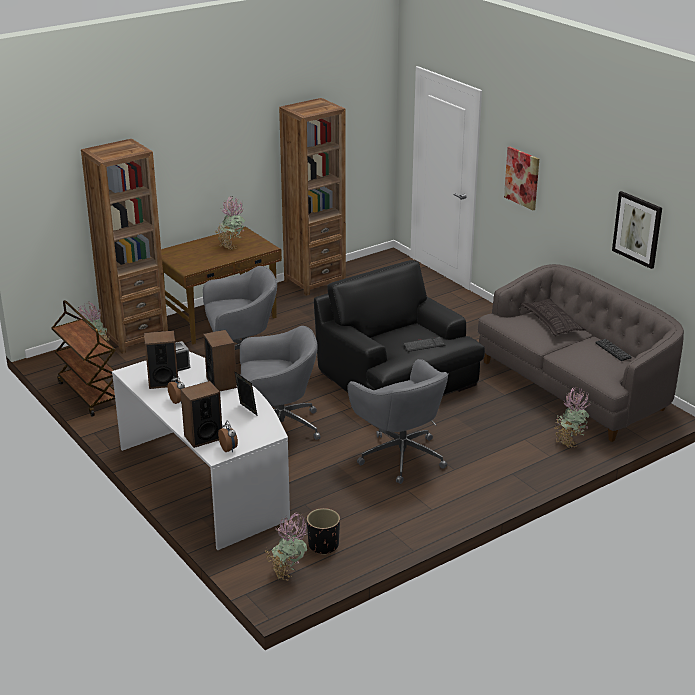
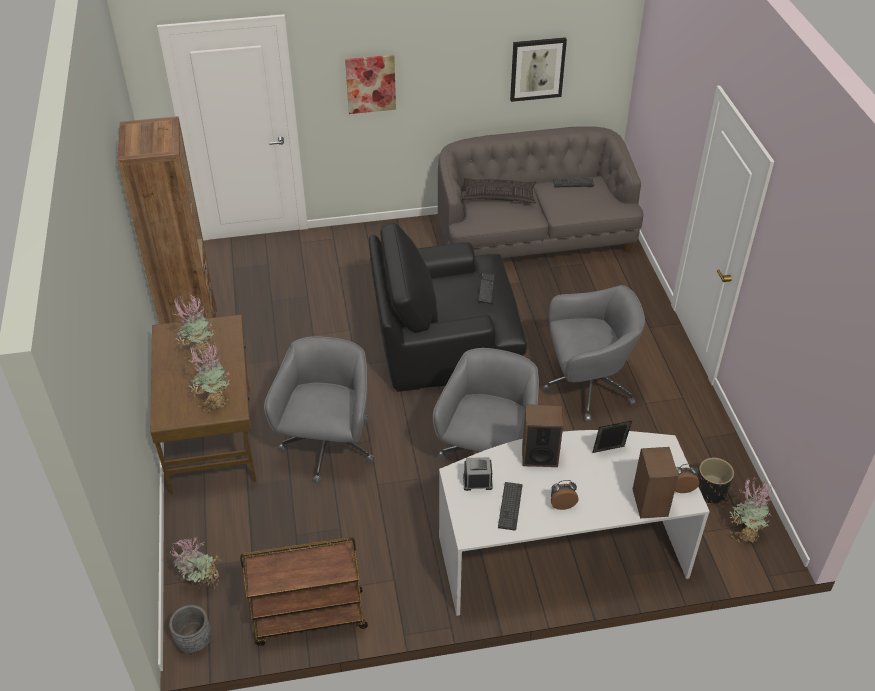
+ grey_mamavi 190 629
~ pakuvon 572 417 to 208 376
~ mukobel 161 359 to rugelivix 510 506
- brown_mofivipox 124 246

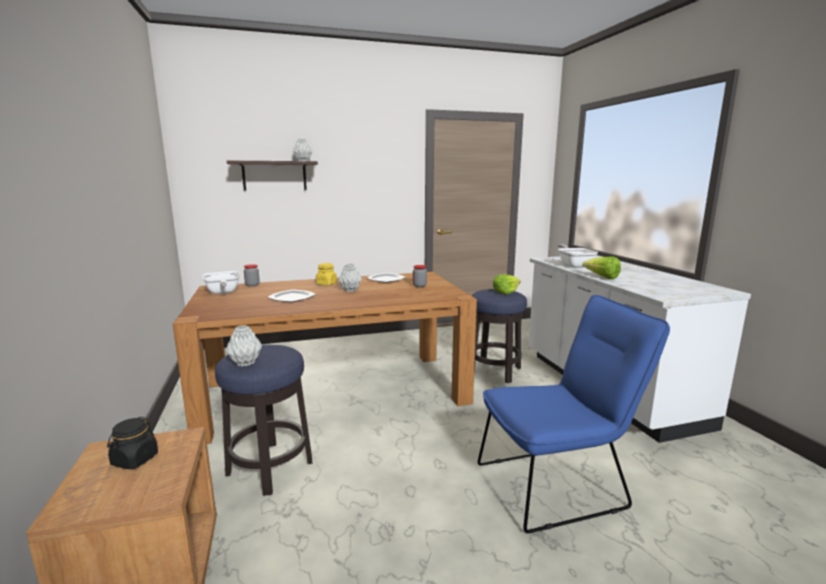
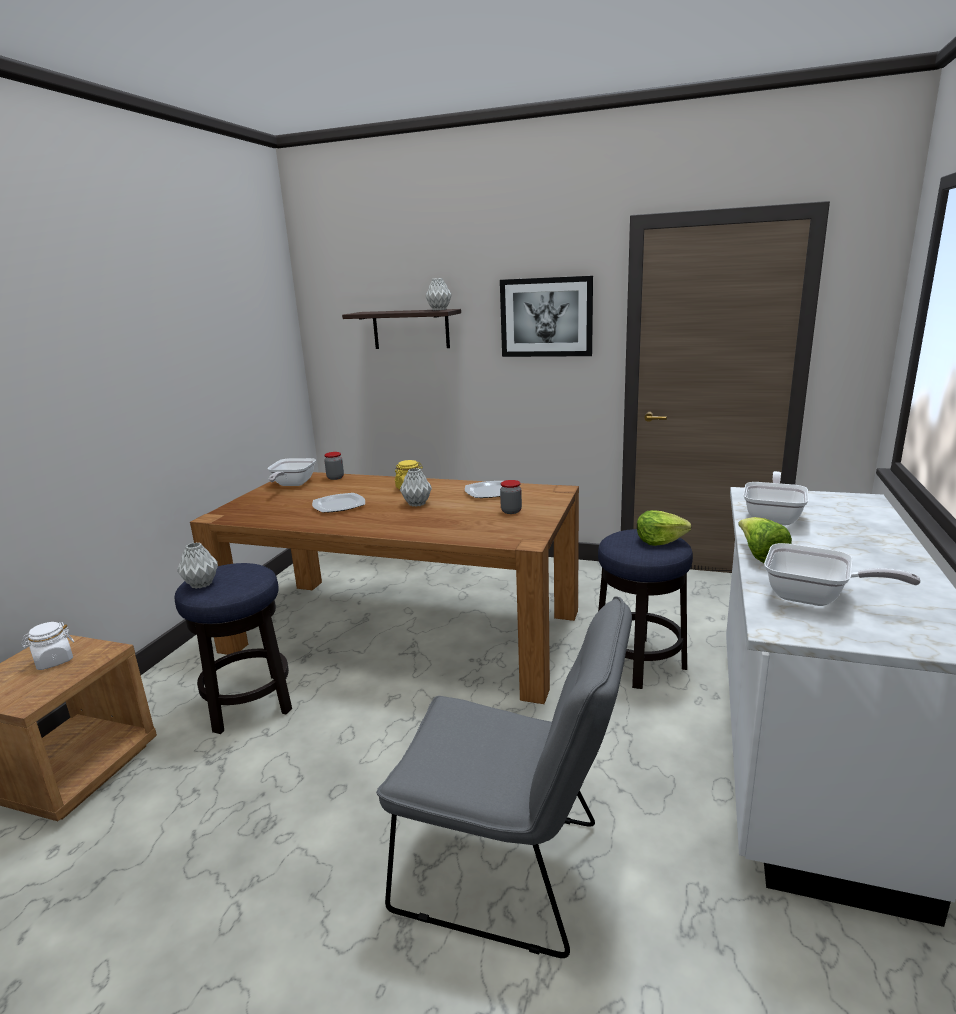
~ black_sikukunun 132 443 to white_sikukunun 47 646
~ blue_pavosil 574 414 to grey_pavosil 504 777
+ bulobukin 546 316
+ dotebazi 842 574

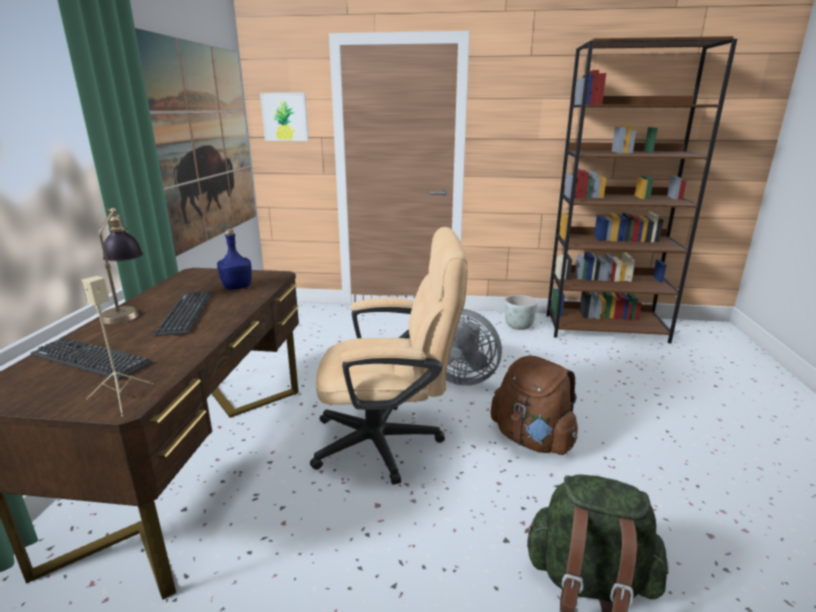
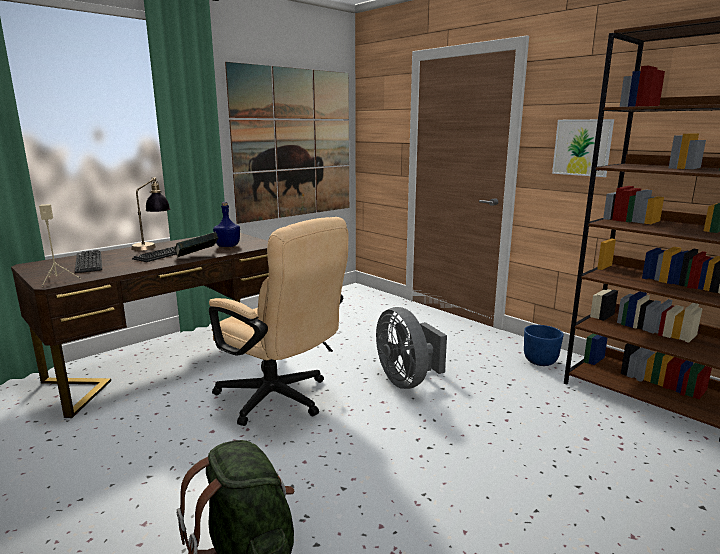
+ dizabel 196 245
~ grey_mamavi 521 312 to blue_mamavi 544 345
~ bulobukin 284 117 to 583 148
- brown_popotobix 534 405

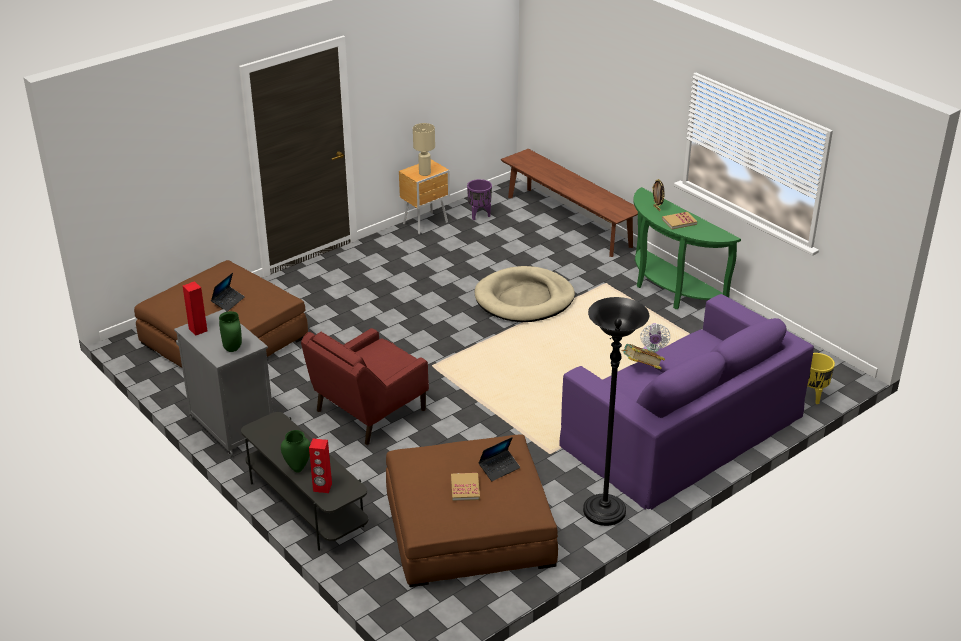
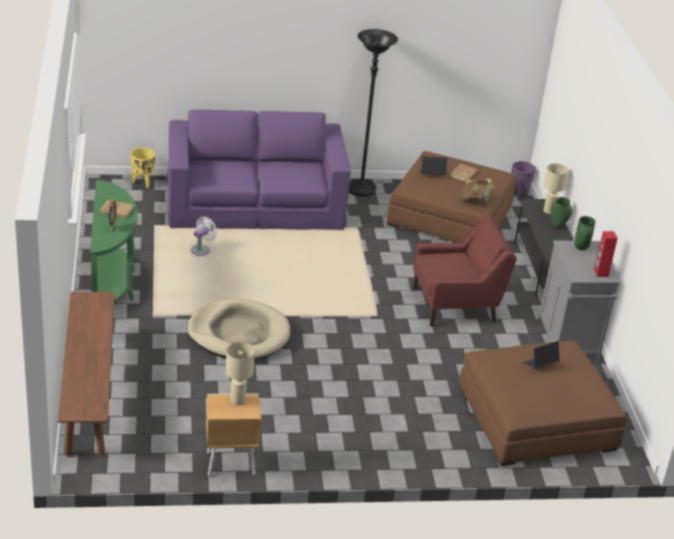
~ dizabel 643 356 to 478 190
~ purple_mamavi 479 199 to 523 180
~ red_mukobel 320 465 to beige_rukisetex 556 188

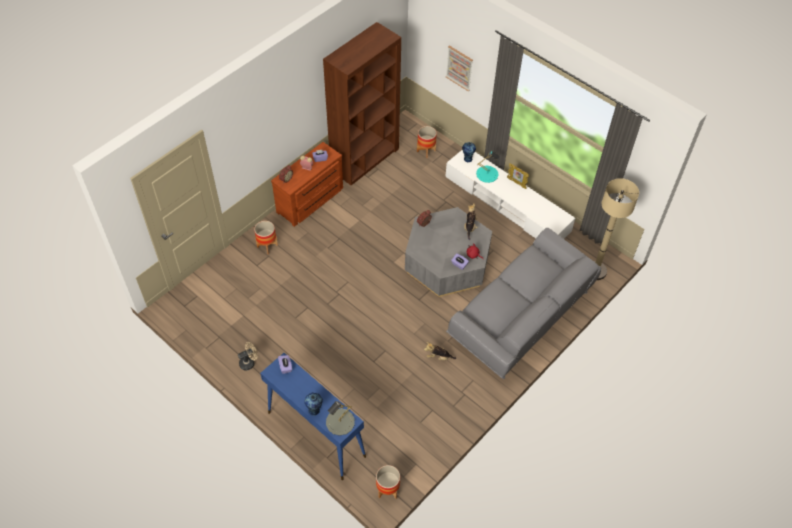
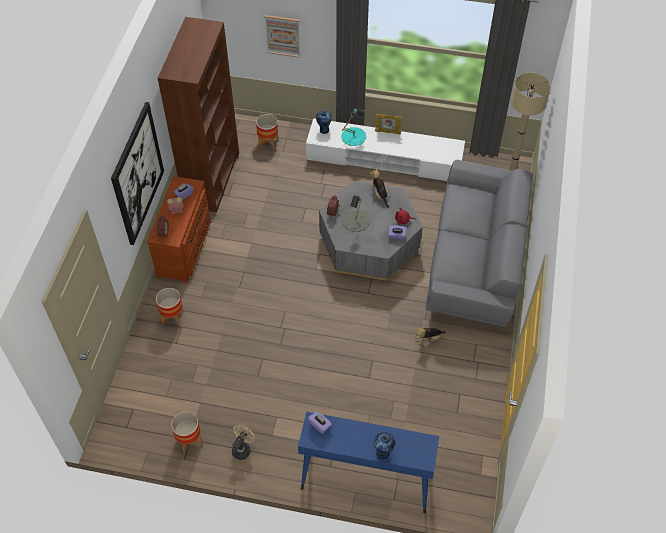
+ bulobukin 137 173
~ mamavi 388 482 to 187 432
~ grey_rukisetex 340 418 to 356 213

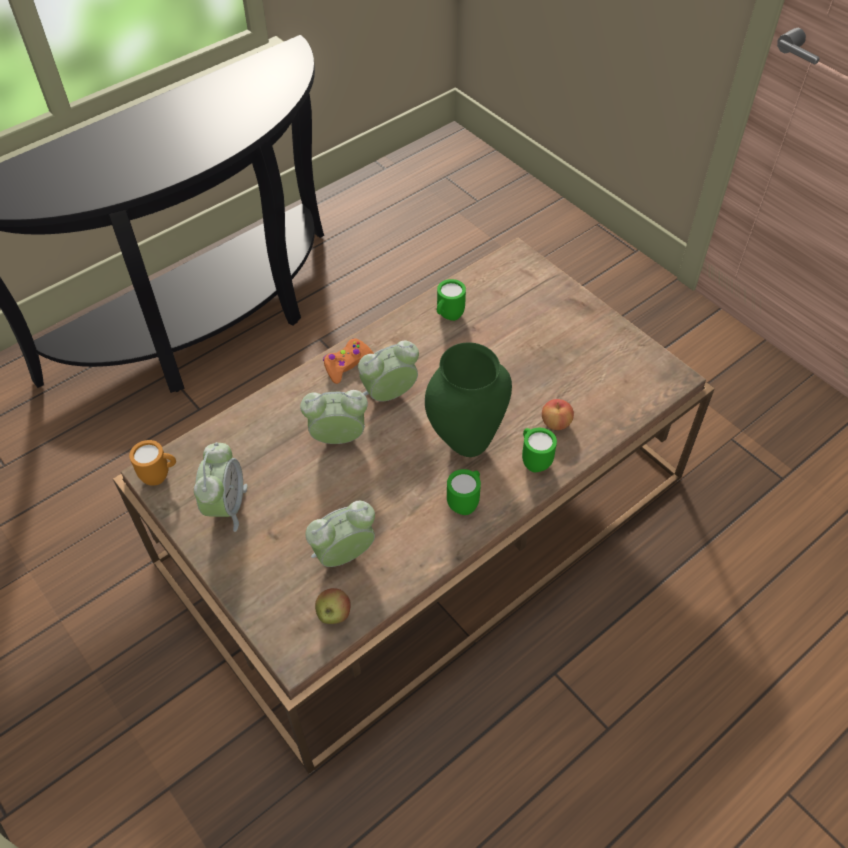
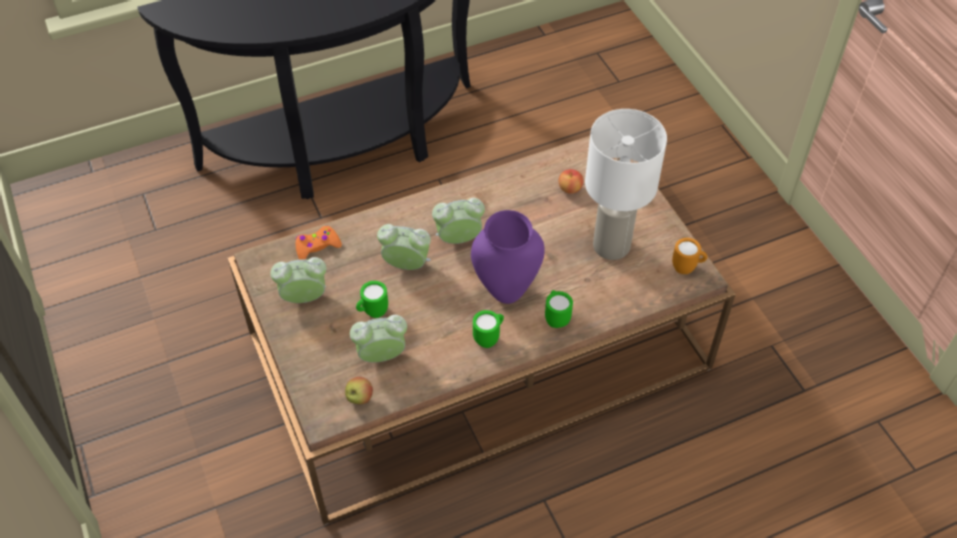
~ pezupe 221 487 = 298 280 120 degrees counterclockwise
~ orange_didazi 348 361 to 319 243
~ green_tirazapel 451 300 to 372 299
~ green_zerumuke 468 399 to purple_zerumuke 508 257
~ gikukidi 558 414 to 571 181
+ white_rukisetex 626 184
~ orange_tirazapel 152 463 to 690 256

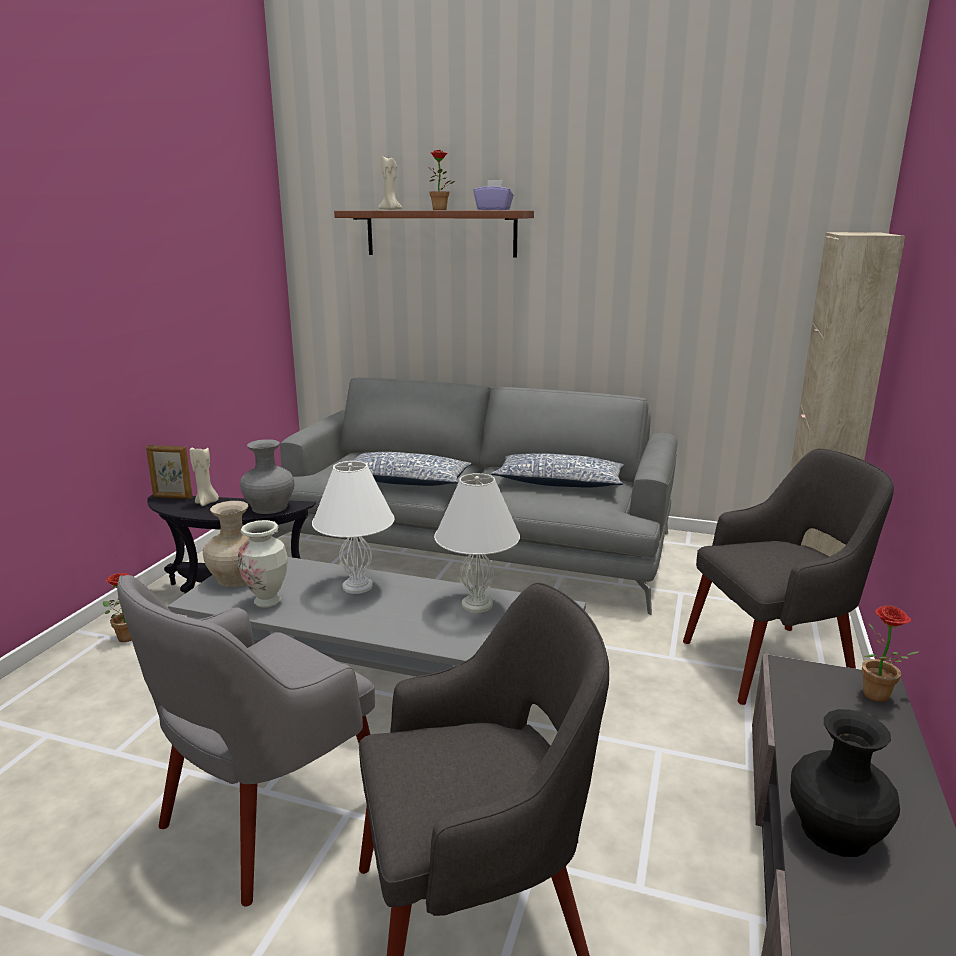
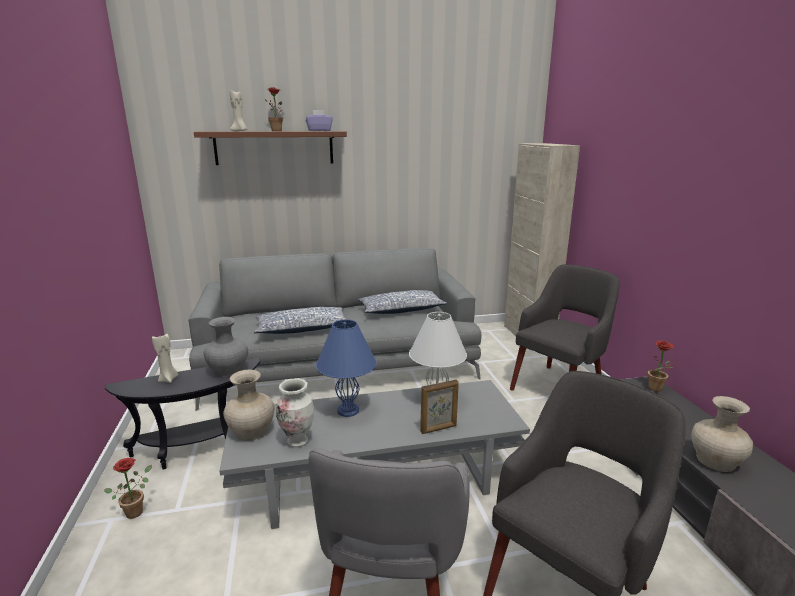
~ white_rukisetex 353 527 to blue_rukisetex 346 368
~ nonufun 169 472 to 439 407
~ black_zerumuke 845 783 to beige_zerumuke 722 434

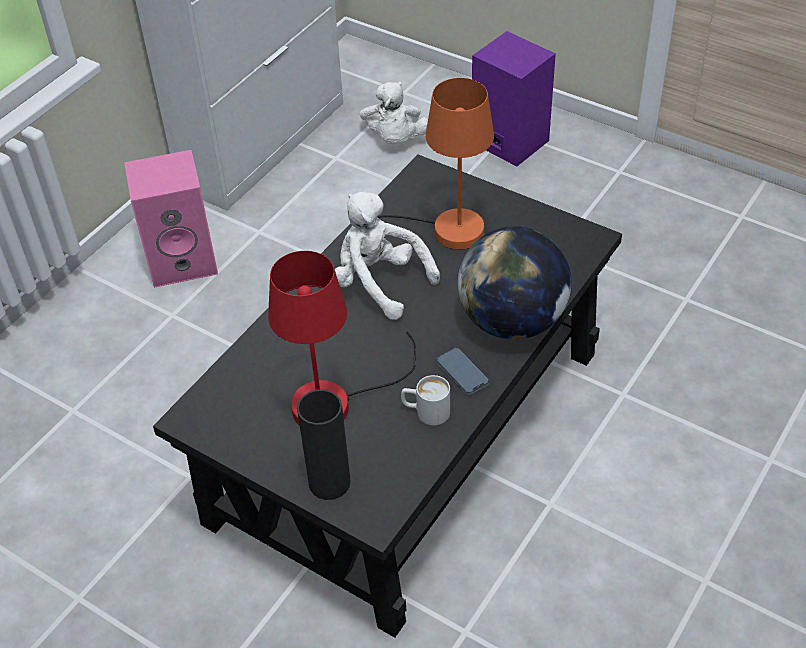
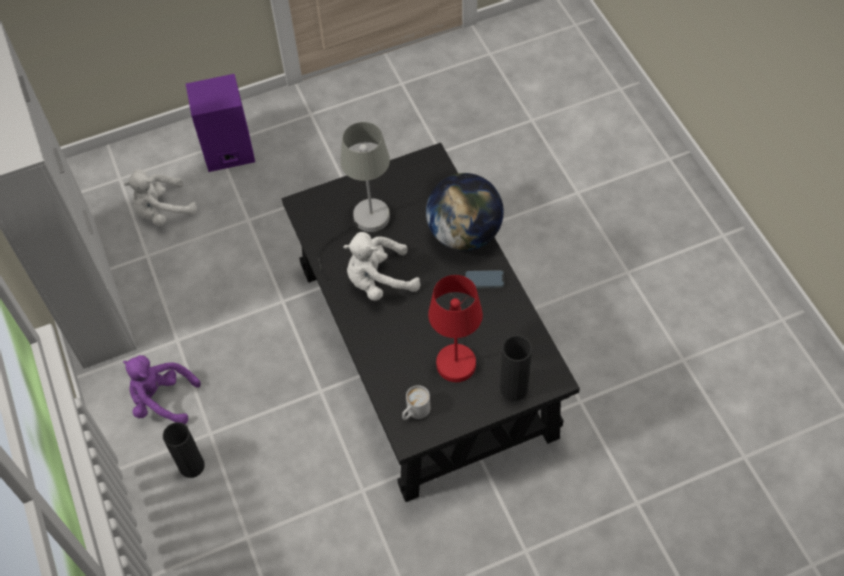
~ pink_mukobel 171 219 to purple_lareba 162 389
~ white_lareba 394 113 = 160 198 120 degrees clockwise
+ black_zerumuke 184 450
~ orange_rukisetex 436 164 to grey_rukisetex 354 202
~ white_tirazapel 425 400 to 416 402

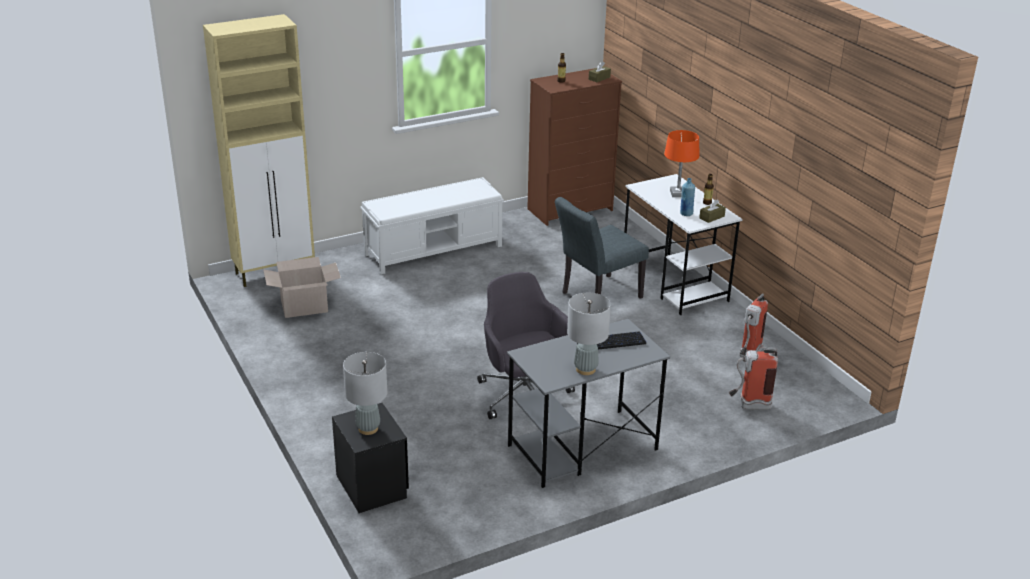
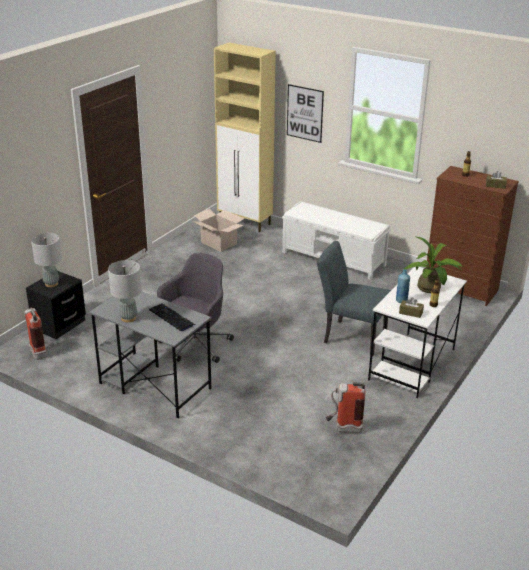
~ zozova 753 378 to 36 334
+ bulobukin 305 113
~ orange_rukisetex 681 163 to pakuvon 433 264

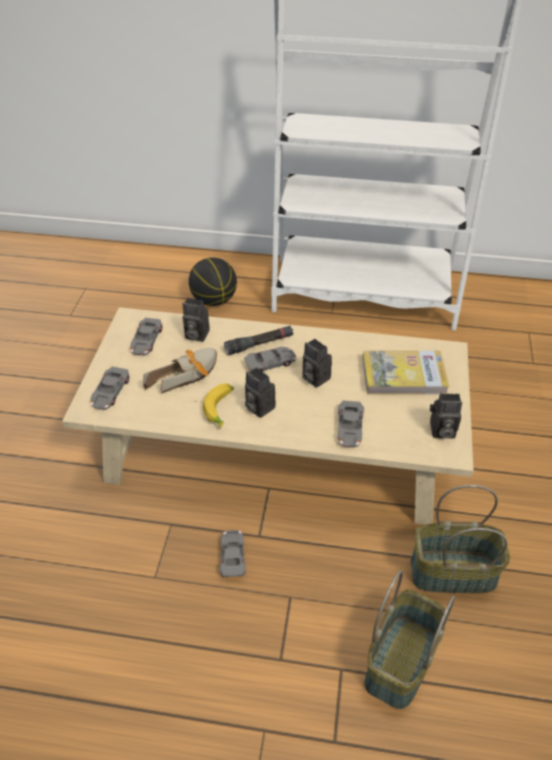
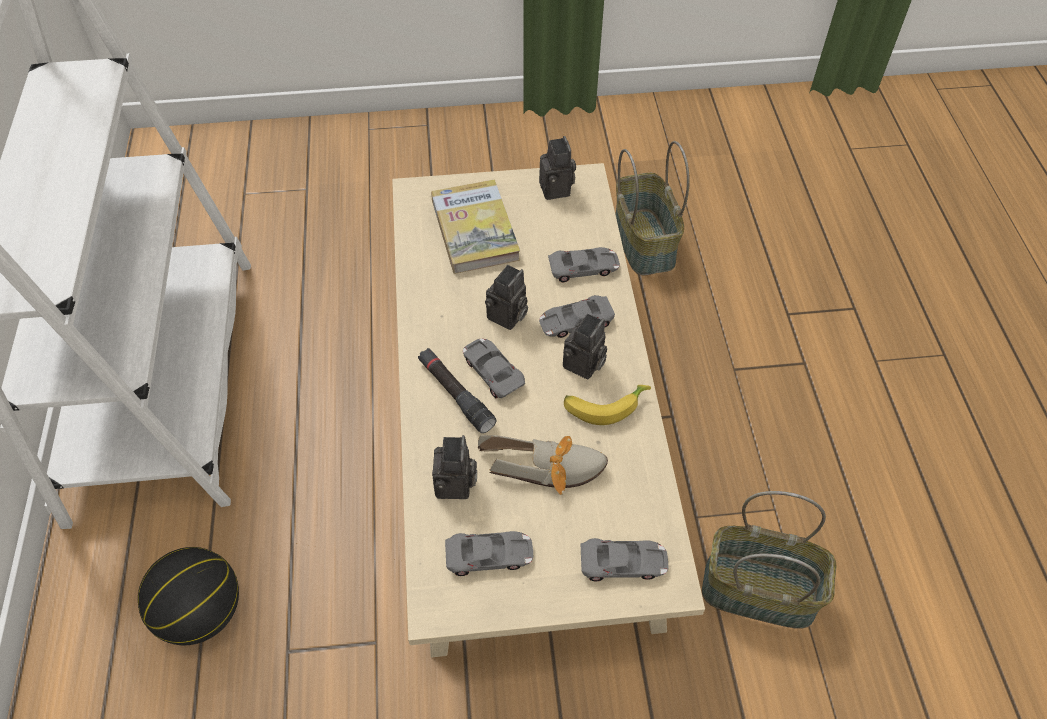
~ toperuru 180 370 = 543 465 150 degrees clockwise
~ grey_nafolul 233 553 to 577 316
~ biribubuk 410 639 to 769 560

